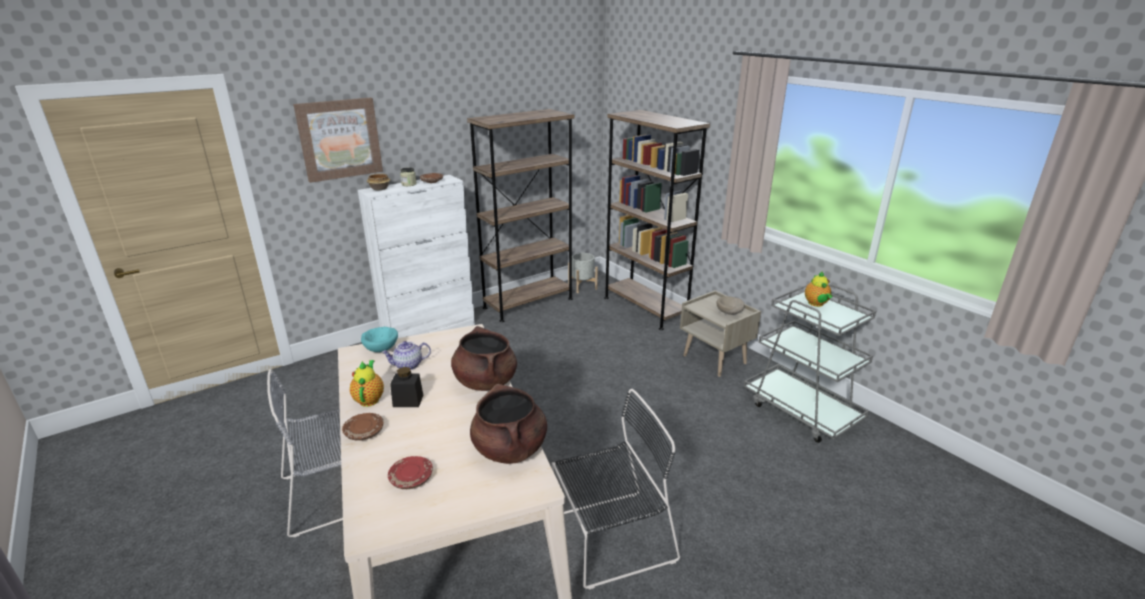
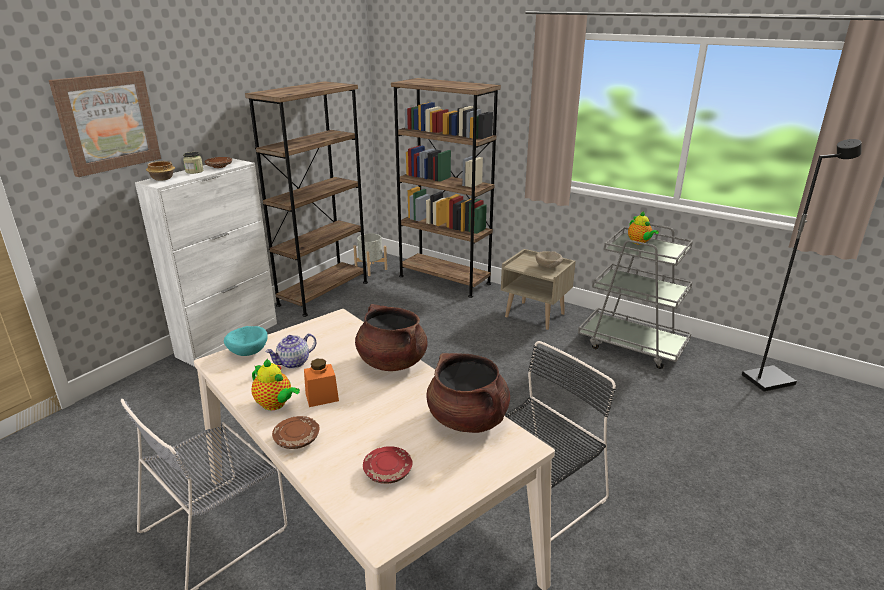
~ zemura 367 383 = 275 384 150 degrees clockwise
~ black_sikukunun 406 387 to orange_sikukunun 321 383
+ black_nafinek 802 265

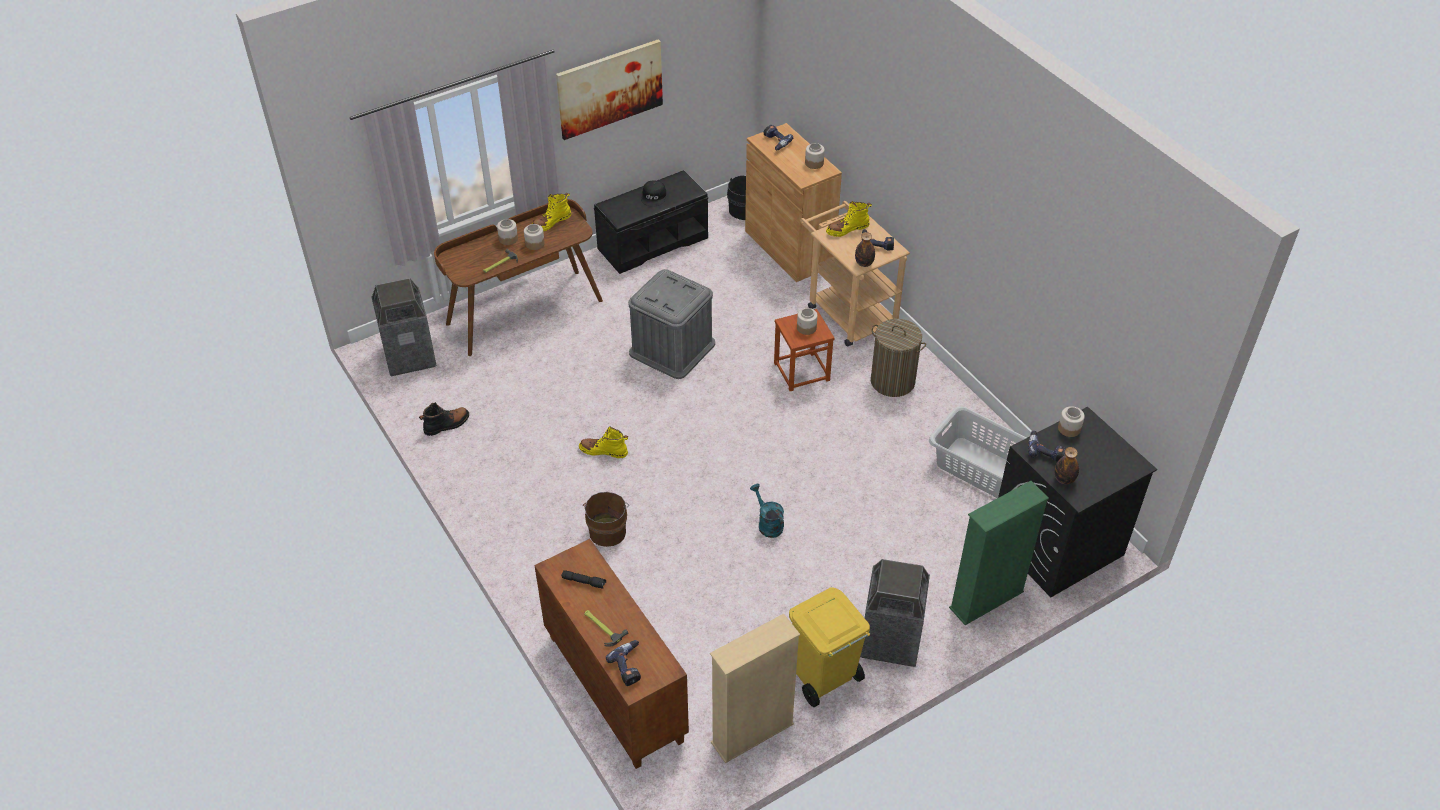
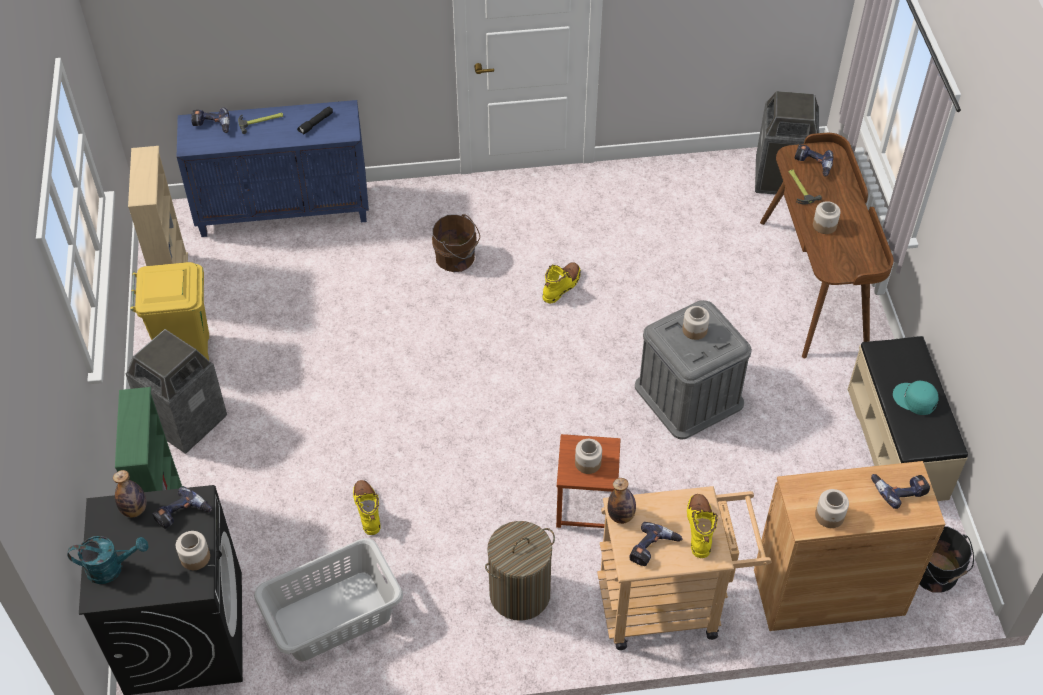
~ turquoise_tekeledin 767 511 to 107 560
~ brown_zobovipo 611 654 to blue_zobovipo 273 168
~ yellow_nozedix 551 212 to 367 507
~ sikukunun 507 232 to 696 323
+ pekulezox 814 160
~ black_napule 651 222 to beige_napule 908 418
~ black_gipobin 653 194 to turquoise_gipobin 916 398
- black_nozedix 444 419
- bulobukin 609 89

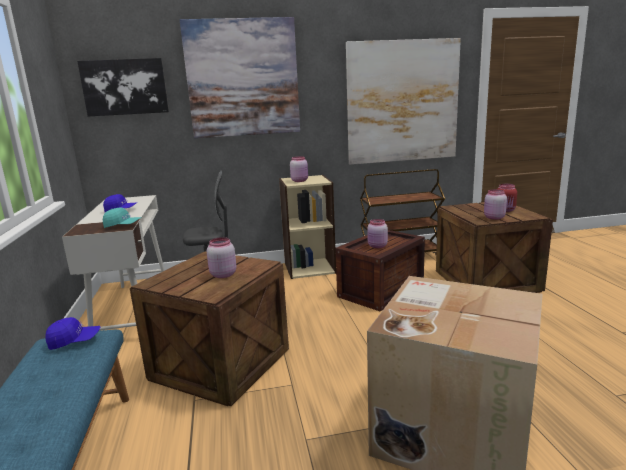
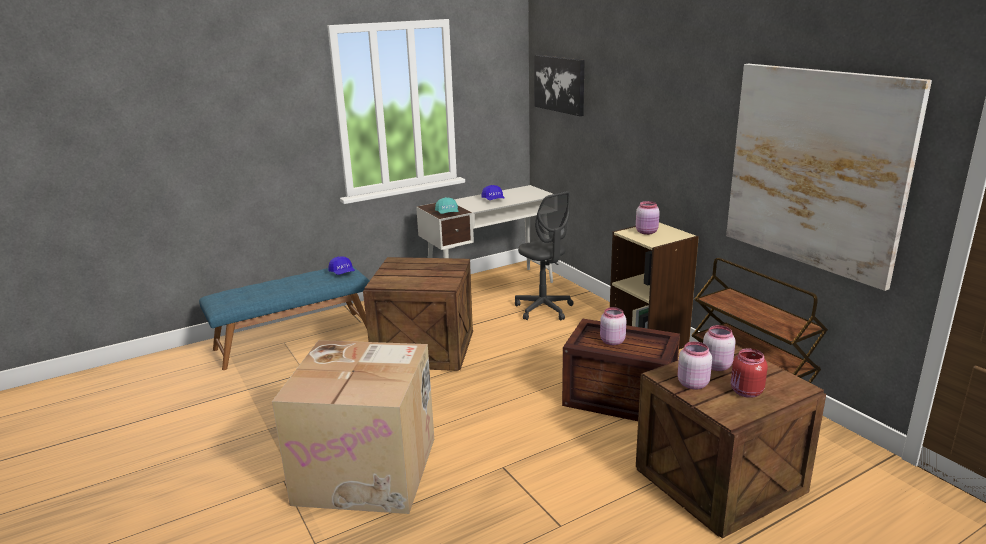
~ pink_sikukunun 221 257 to 719 348
- bulobukin 240 77

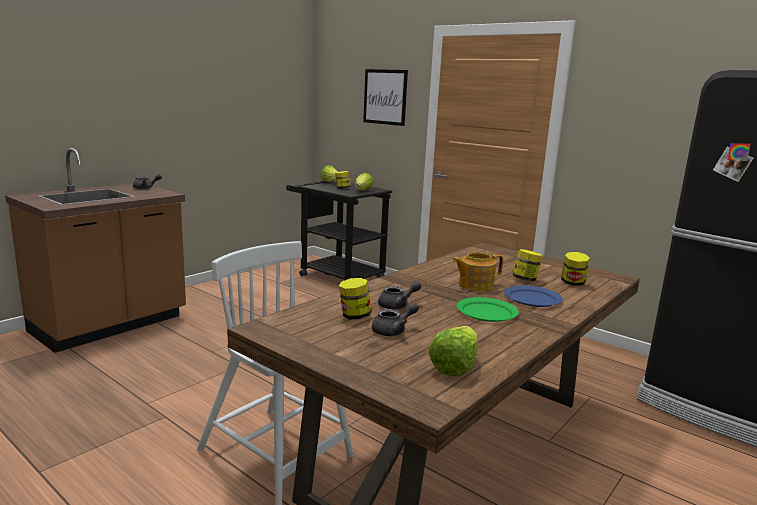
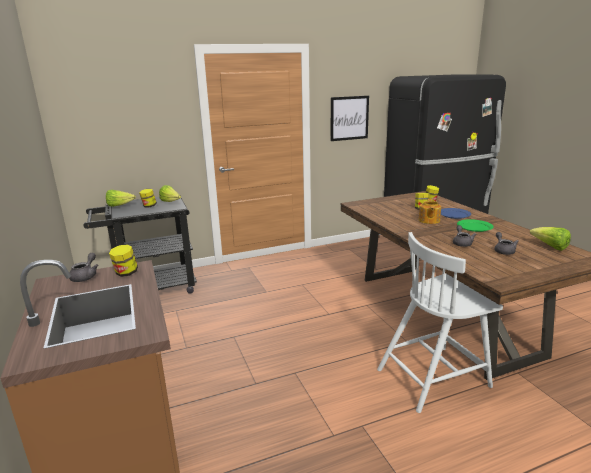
~ sikukunun 355 298 to 123 260
~ bulobukin 385 97 to 350 118

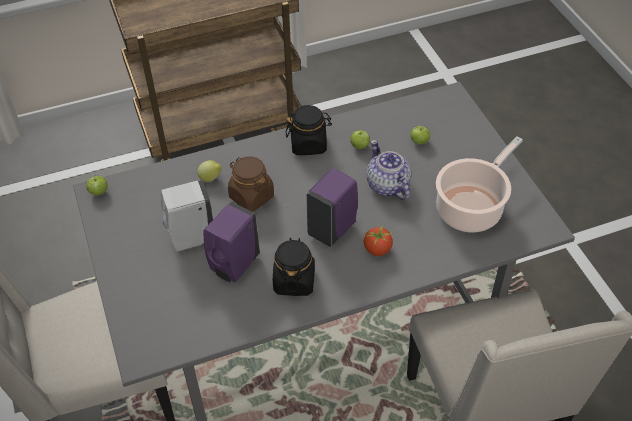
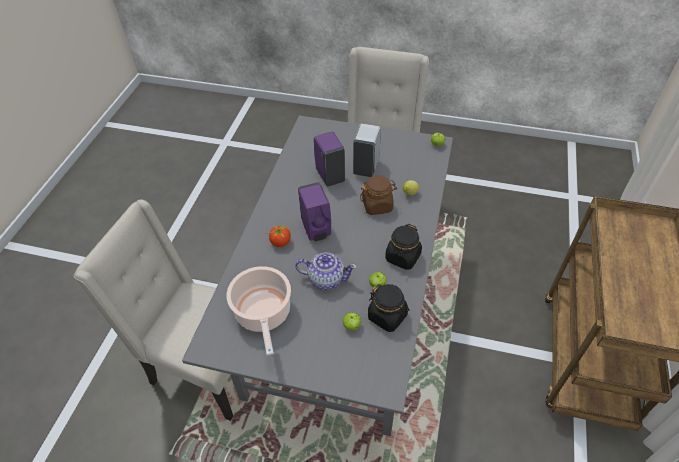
~ black_sikukunun 294 267 to 388 308

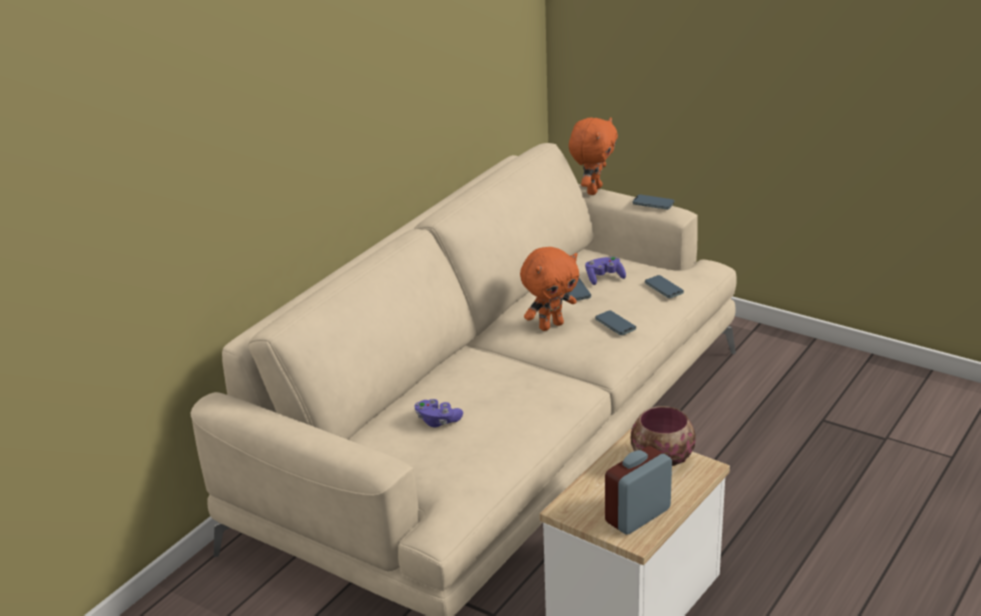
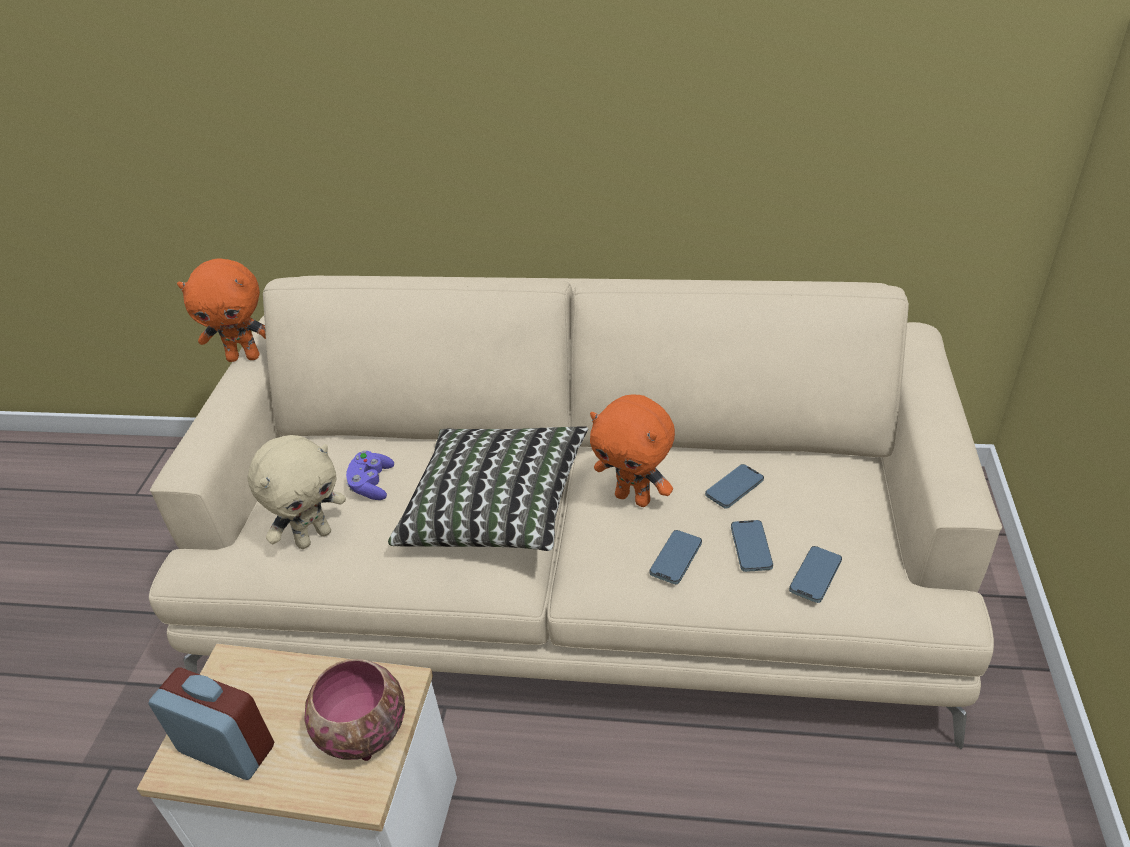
~ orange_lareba 593 156 to 221 310
+ beige_lareba 296 492
+ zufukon 488 488
~ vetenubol 653 202 to 752 546
- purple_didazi 605 271

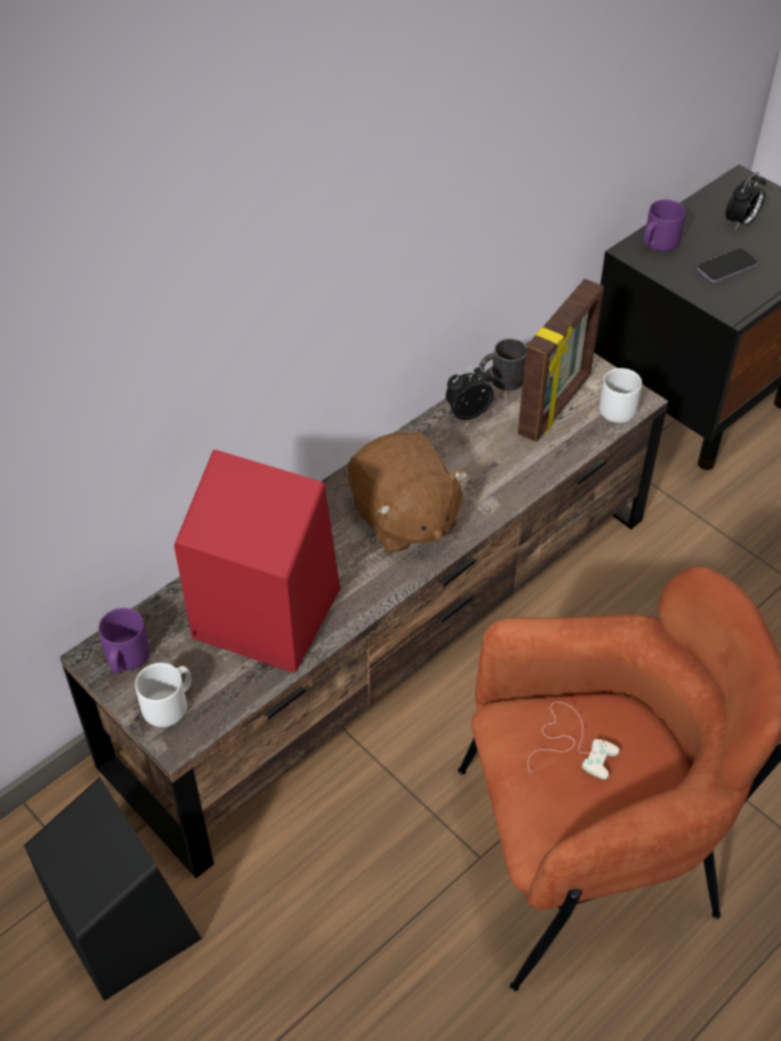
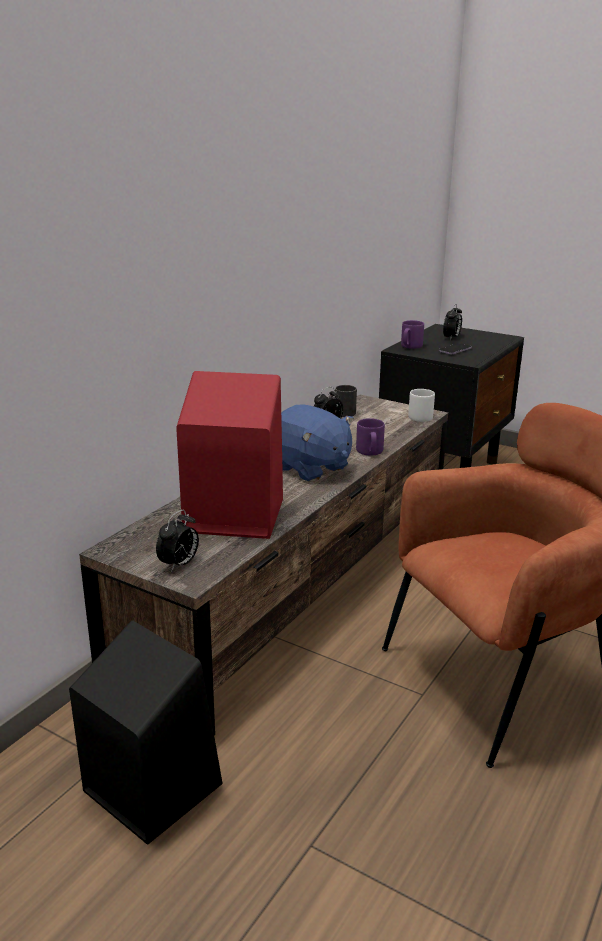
~ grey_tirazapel 163 695 to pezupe 177 541
~ brown_lareba 408 492 to blue_lareba 317 443
~ purple_tirazapel 124 640 to 370 437
- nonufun 561 360
- white_didazi 574 741

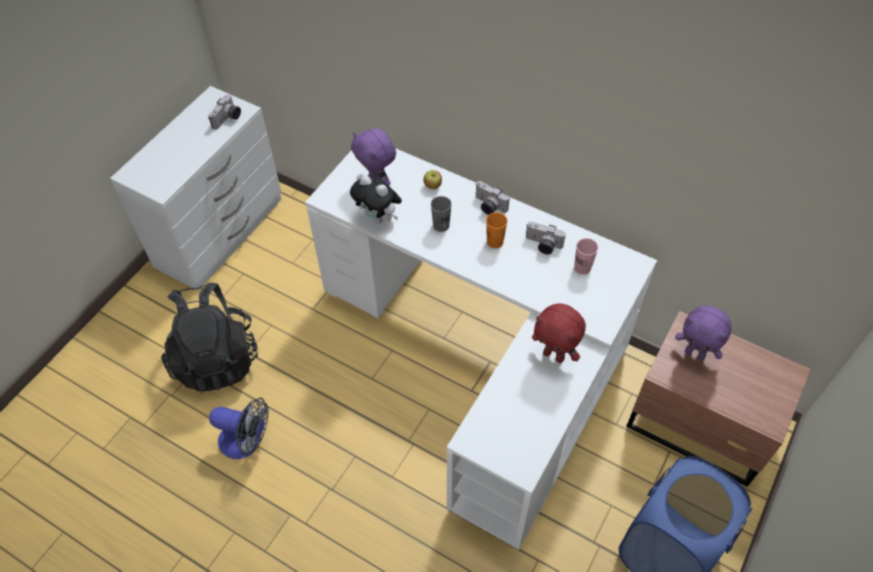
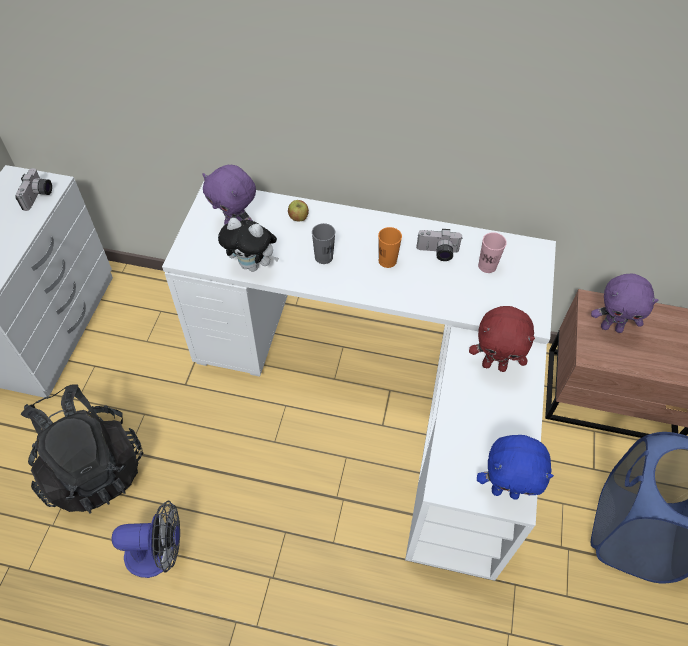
+ blue_lareba 515 467
- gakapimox 492 198

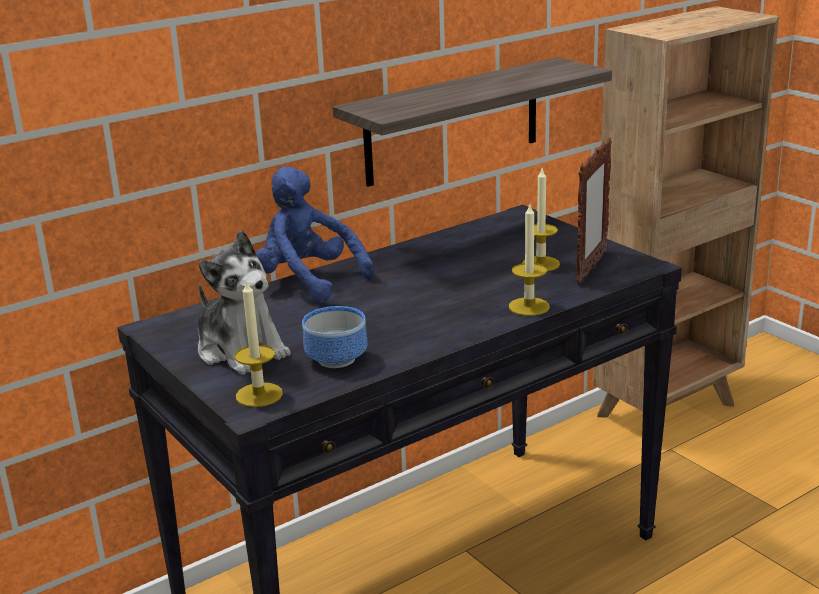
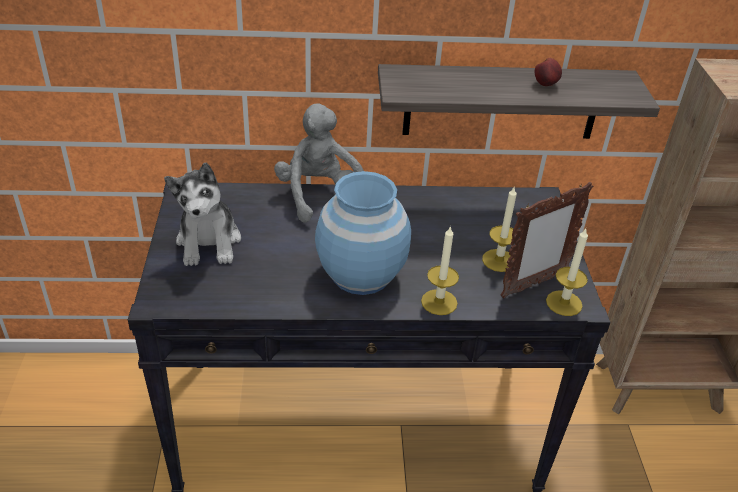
~ blue_lareba 315 234 to grey_lareba 319 163
+ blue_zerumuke 363 233
+ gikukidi 548 72
~ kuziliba 259 343 to 567 272
- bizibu 335 337

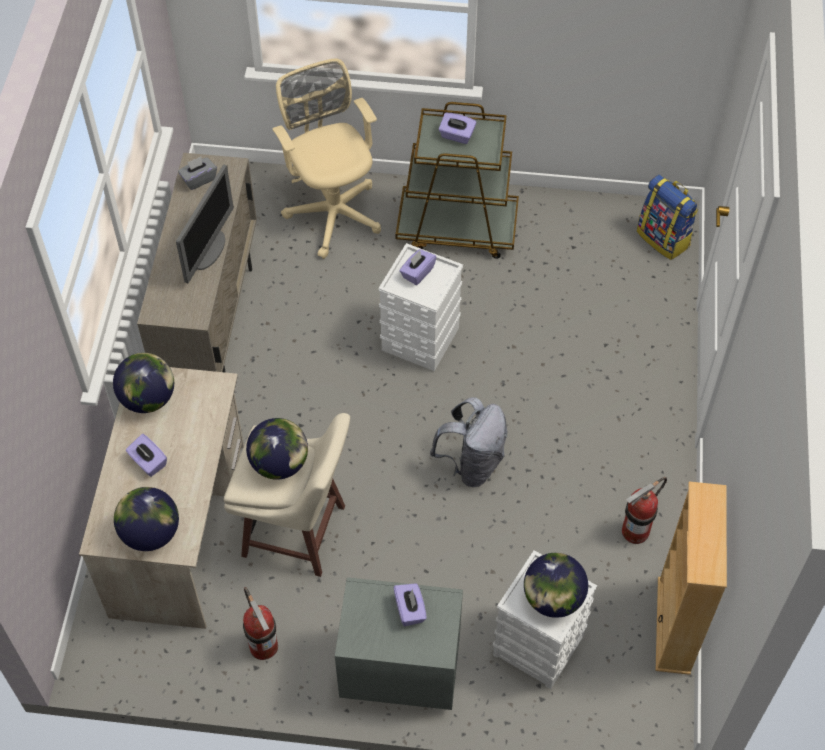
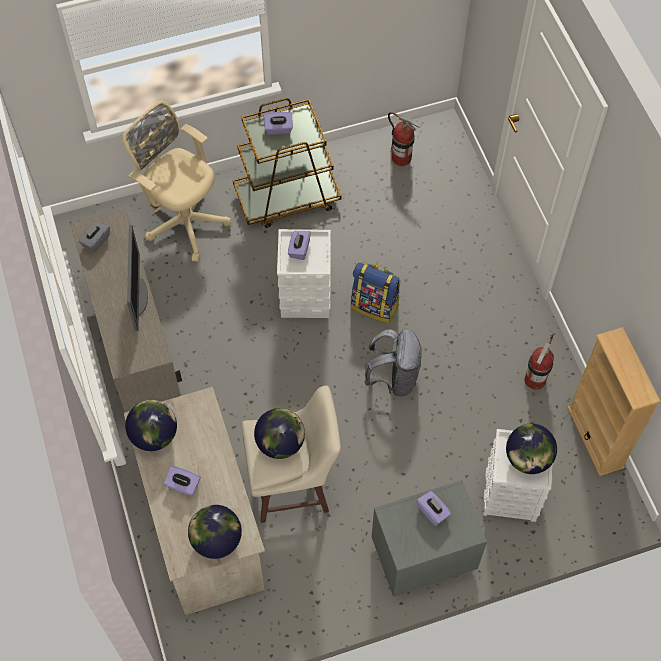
~ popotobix 667 217 to 376 293
~ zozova 260 623 to 405 139

